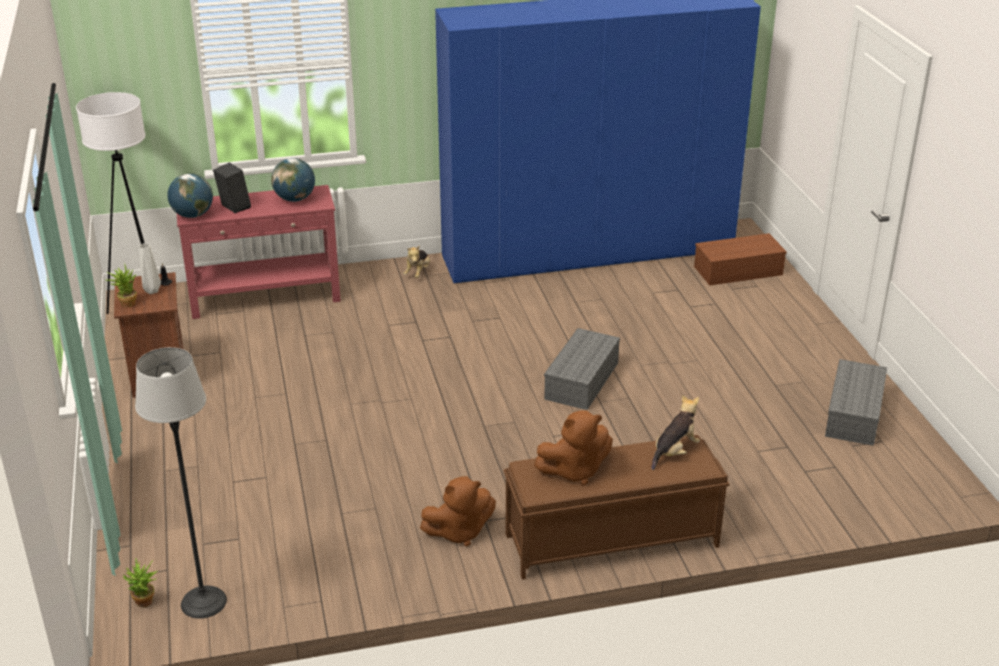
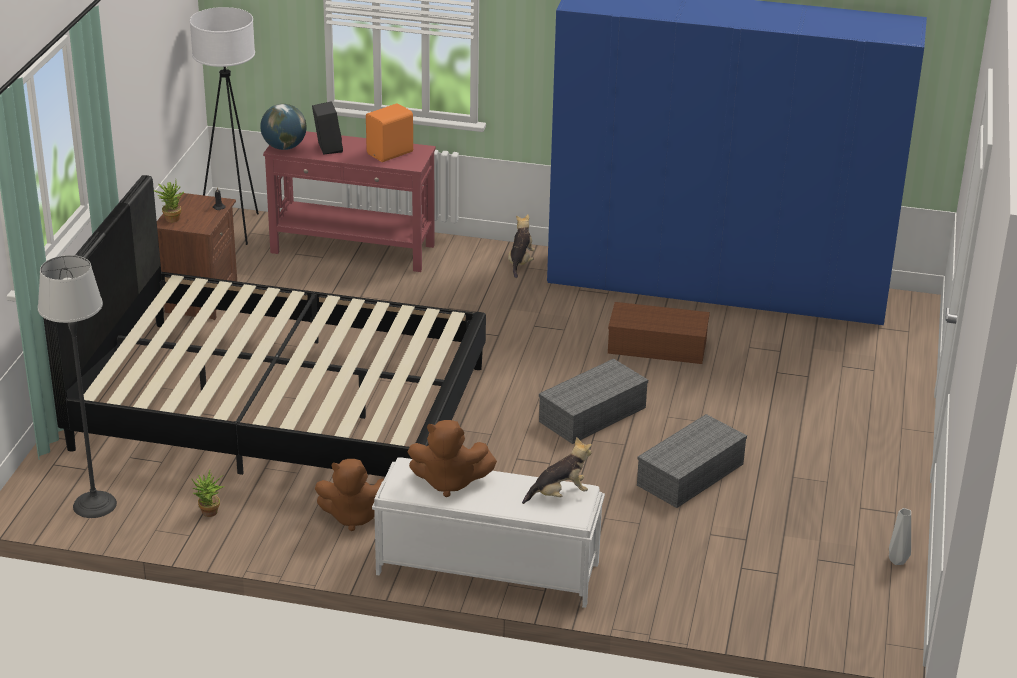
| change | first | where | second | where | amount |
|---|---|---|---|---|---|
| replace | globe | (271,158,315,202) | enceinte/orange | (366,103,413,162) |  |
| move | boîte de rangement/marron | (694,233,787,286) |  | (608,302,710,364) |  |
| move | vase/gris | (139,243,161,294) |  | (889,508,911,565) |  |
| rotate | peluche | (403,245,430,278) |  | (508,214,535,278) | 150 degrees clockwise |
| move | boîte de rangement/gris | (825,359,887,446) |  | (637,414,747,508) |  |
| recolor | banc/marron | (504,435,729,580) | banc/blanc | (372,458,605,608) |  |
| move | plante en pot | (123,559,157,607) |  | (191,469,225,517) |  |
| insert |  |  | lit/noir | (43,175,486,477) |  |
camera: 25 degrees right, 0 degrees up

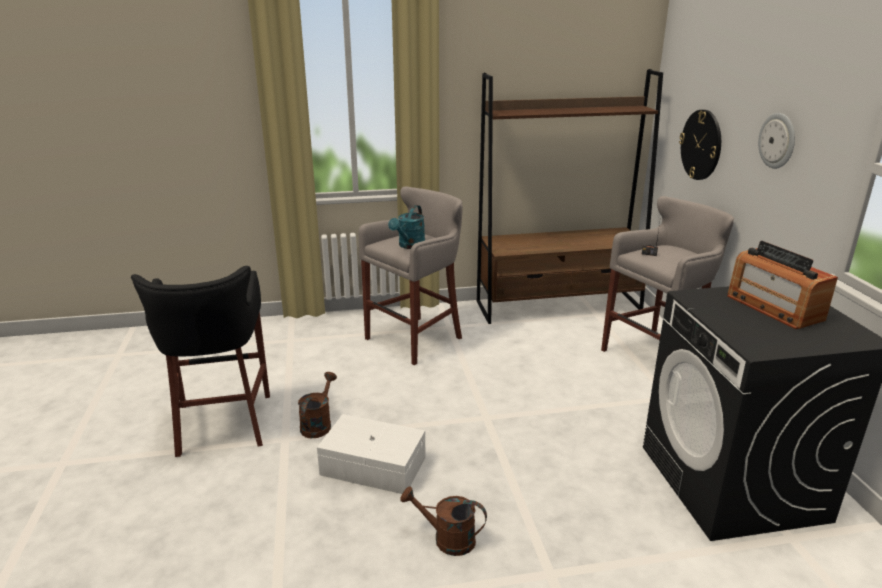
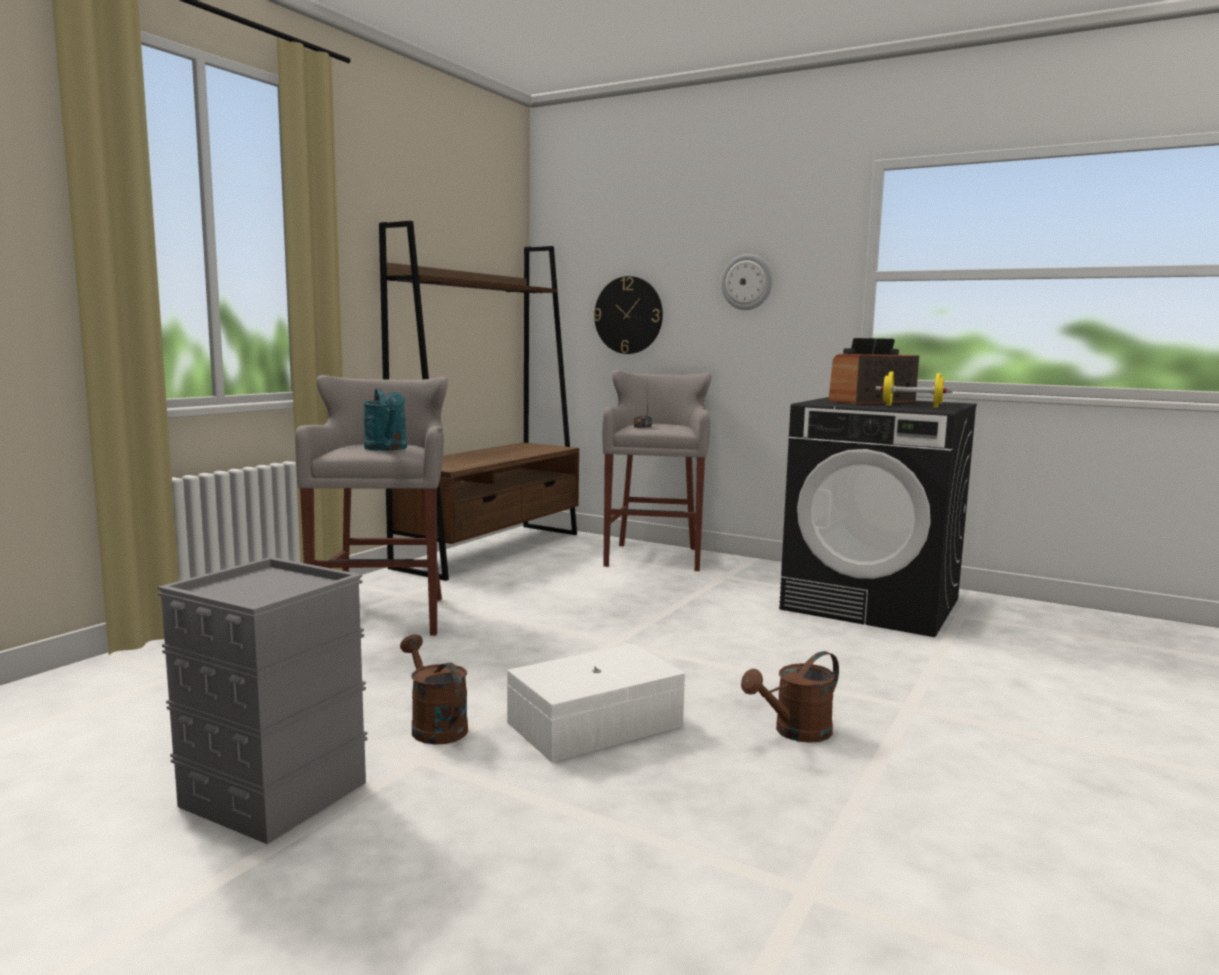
| change | first | where | second | where | amount |
|---|---|---|---|---|---|
| rotate | radio | (727,241,838,329) |  | (828,338,919,404) | 135 degrees clockwise |
| replace | tabouret/noir | (131,266,270,457) | boîte de rangement/gris | (158,557,368,844) |  |
| insert |  |  | haltère/jaune | (876,372,952,408) |  |
camera: 50 degrees left, 15 degrees down

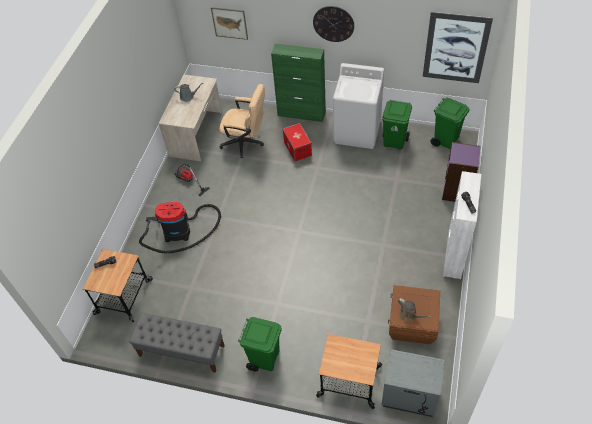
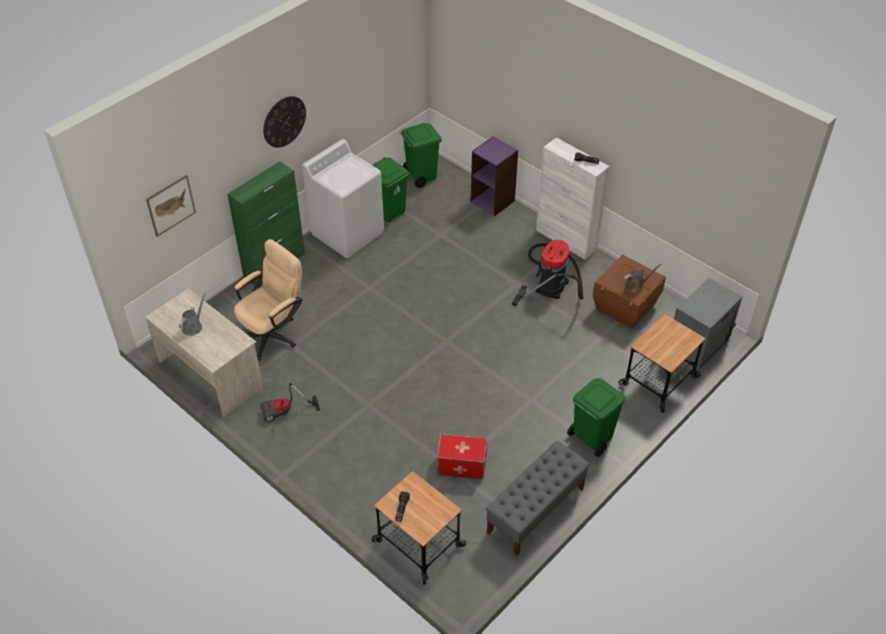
| change | first | where | second | where | amount |
|---|---|---|---|---|---|
| delete | tableau | (423,12,493,83) |  |  |  |
| move | boîte de rangement | (283,123,312,162) |  | (437,433,487,479) |  |
| move | aspirateur | (139,202,221,253) |  | (512,240,584,306) |  |
camera: 65 degrees left, 5 degrees down

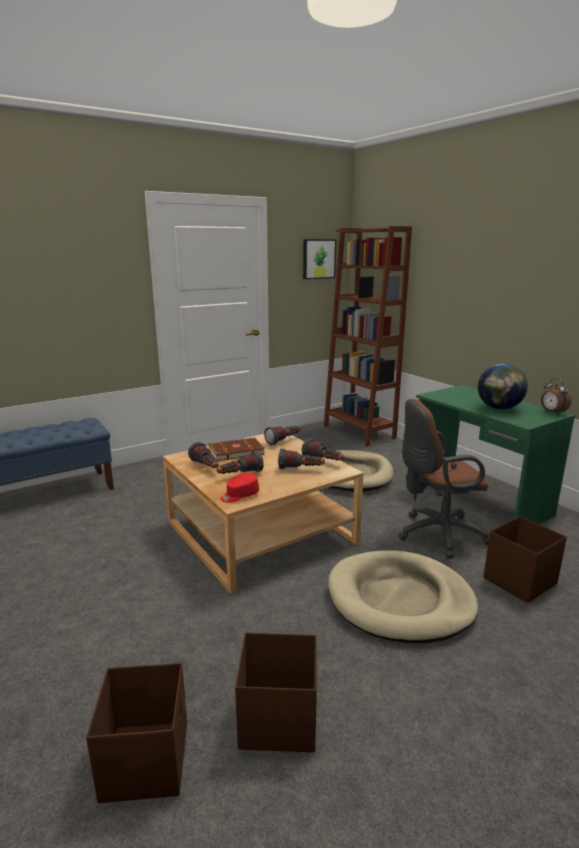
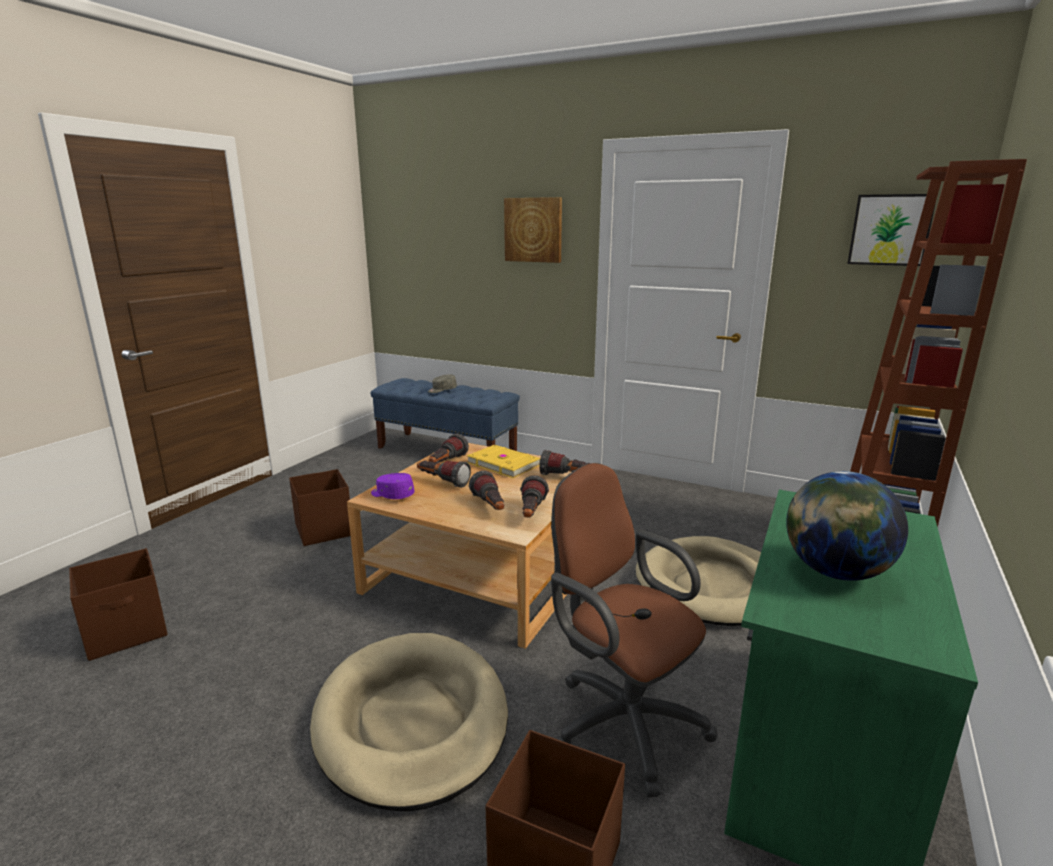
| change | first | where | second | where | amount |
|---|---|---|---|---|---|
| delete | réveil | (541,378,572,415) |  |  |  |
| recolor | livre/marron | (209,438,265,461) | livre/jaune | (467,445,540,478) |  |
| recolor | casquette/rouge | (220,473,259,503) | casquette/violet | (371,473,414,499) |  |
| move | boîte de rangement/marron | (235,633,317,752) |  | (289,469,350,546) |  |
| insert |  |  | tableau | (504,197,562,263) |  |
| insert |  |  | casquette/gris | (428,374,457,393) |  |
camera: 60 degrees right, 0 degrees up

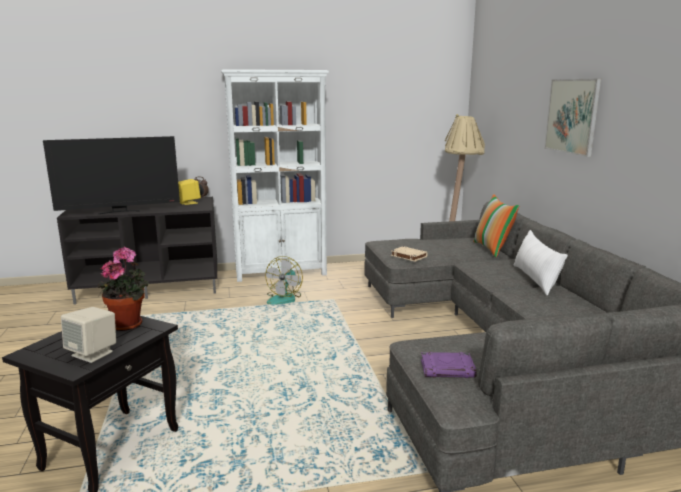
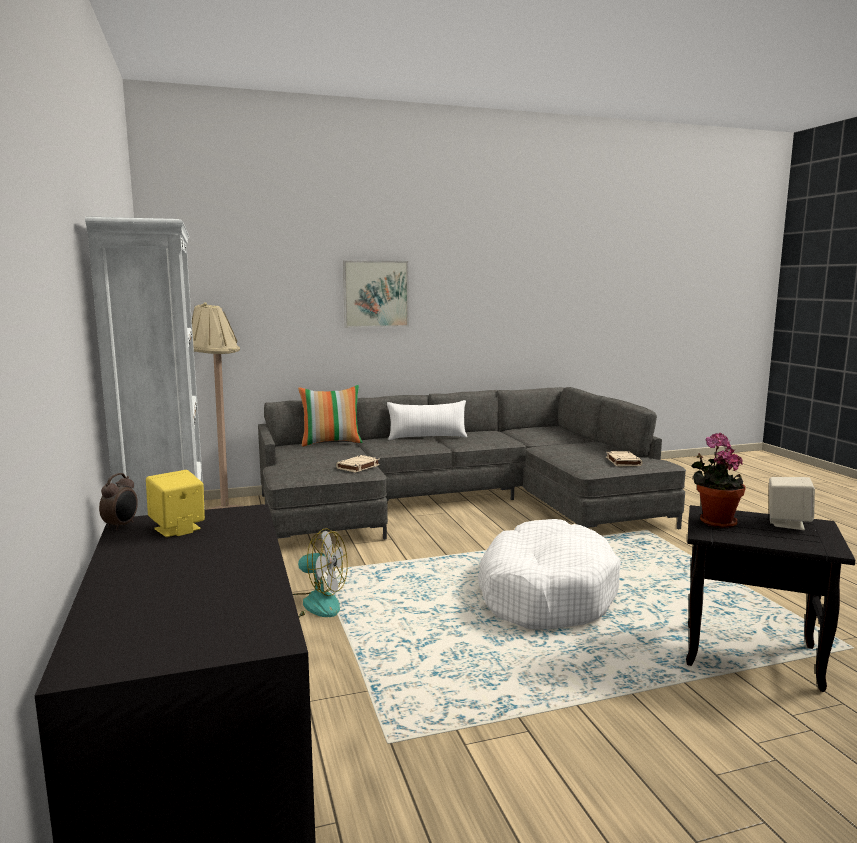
| change | first | where | second | where | amount |
|---|---|---|---|---|---|
| delete | téléviseur | (43,136,180,215) |  |  |  |
| recolor | livre/violet | (421,352,477,378) | livre/beige | (606,451,643,466) |  |
| insert |  |  | panier pour chien/blanc | (478,519,621,629) |  |
camera: 95 degrees left, 5 degrees down

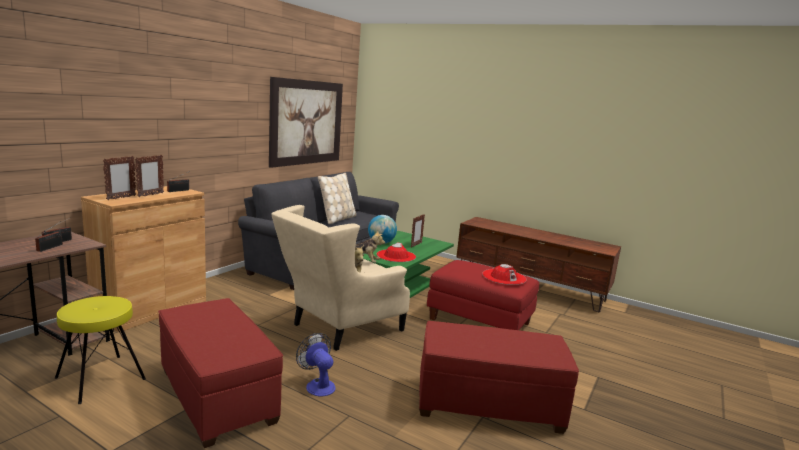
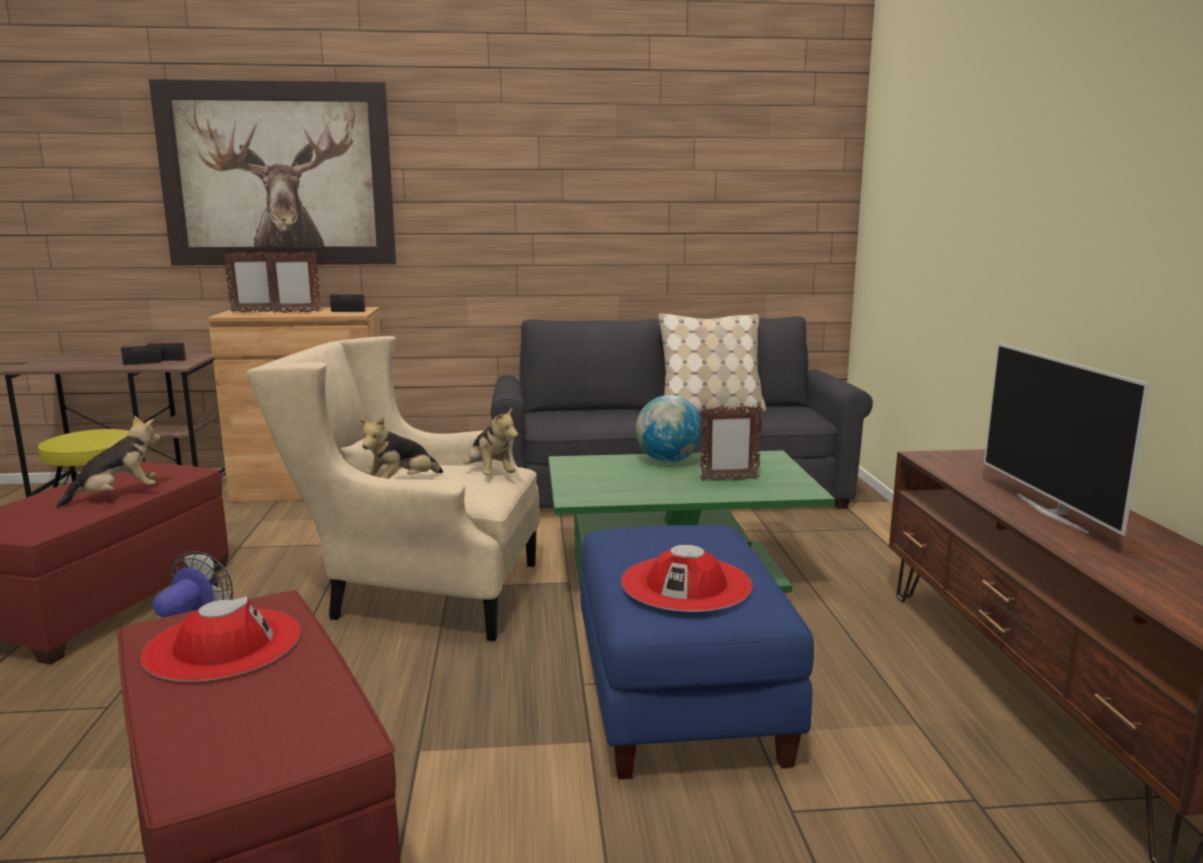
| change | first | where | second | where | amount |
|---|---|---|---|---|---|
| move | tableau | (269,77,343,168) |  | (149,79,396,266) |  |
| move | chapeau/rouge | (377,242,416,262) |  | (141,596,301,682) |  |
| recolor | pouf/rouge | (427,260,539,330) | pouf/bleu | (581,525,814,780) |  |
| insert |  |  | téléviseur | (984,343,1150,536) |  |
| insert |  |  | peluche | (56,416,160,508) |  |
camera: 55 degrees right, 0 degrees up

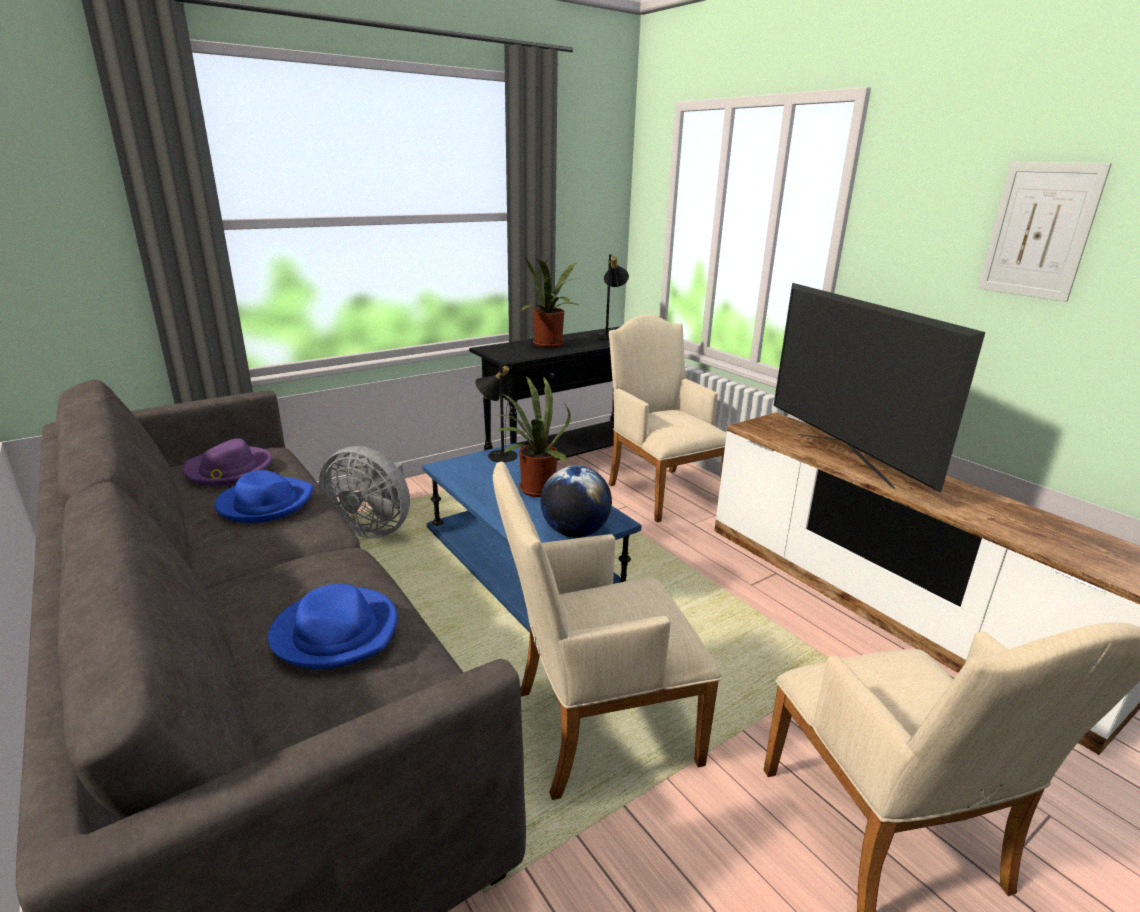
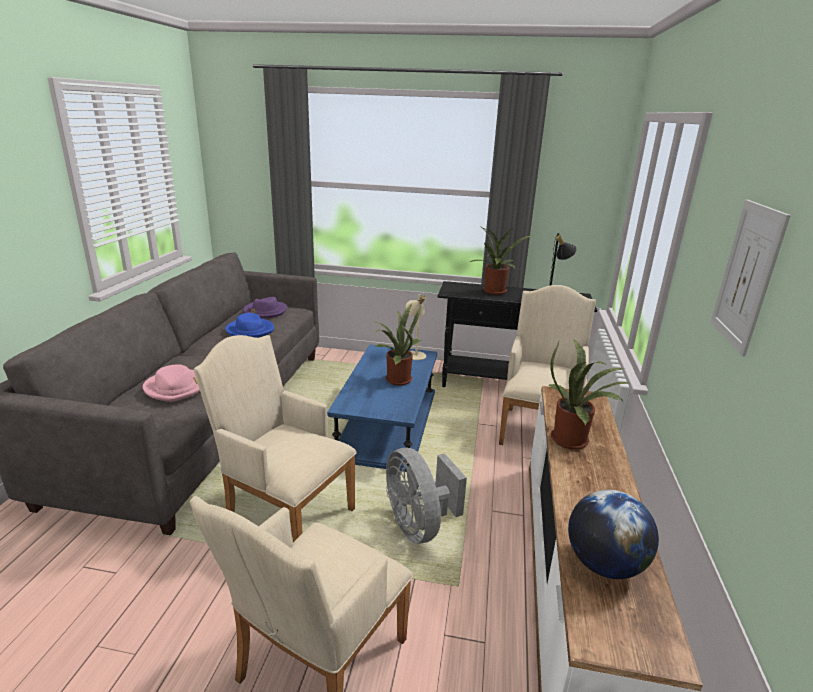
| change | first | where | second | where | amount |
|---|---|---|---|---|---|
| replace | téléviseur | (774,283,985,493) | plante en pot | (549,339,631,450) |  |
| recolor | lampe de table/noir | (475,365,518,462) | lampe de table/beige | (406,294,426,360) |  |
| move | ventilateur/gris | (319,446,410,538) |  | (386,448,467,544) |  |
| move | globe | (540,466,612,537) |  | (568,490,659,579) |  |
| recolor | chapeau/bleu | (268,584,398,669) | chapeau/rose | (143,364,200,402) |  |
camera: 45 degrees right, 0 degrees up

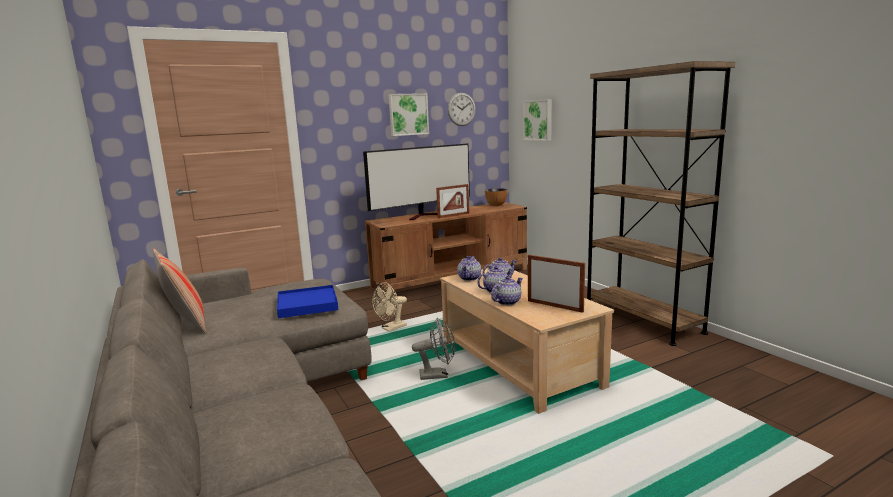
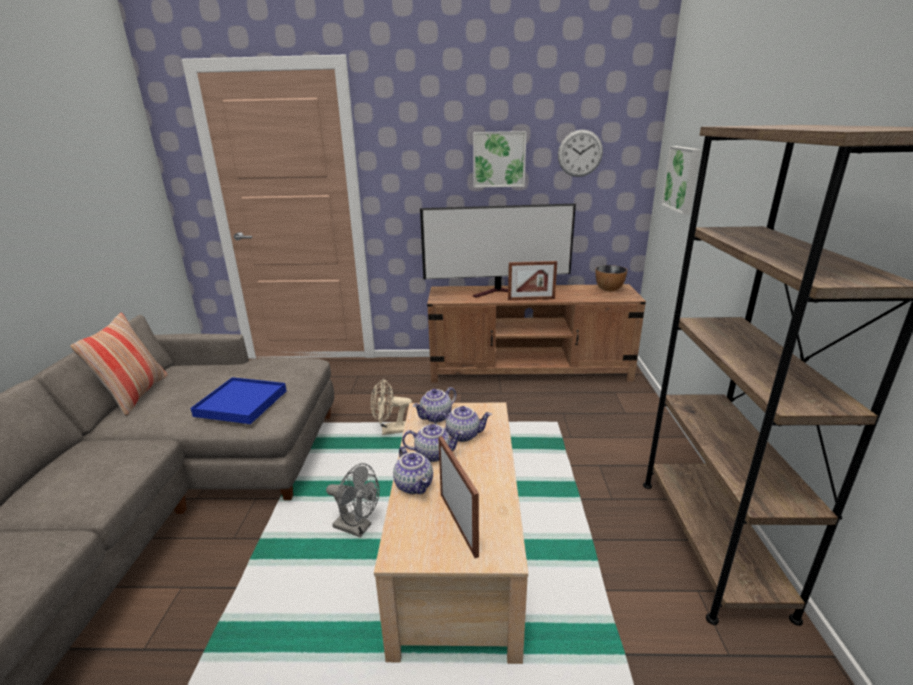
| change | first | where | second | where | amount |
|---|---|---|---|---|---|
| rotate | théière | (491,276,523,305) |  | (393,446,433,494) | 75 degrees clockwise |
camera: 30 degrees right, 10 degrees up

